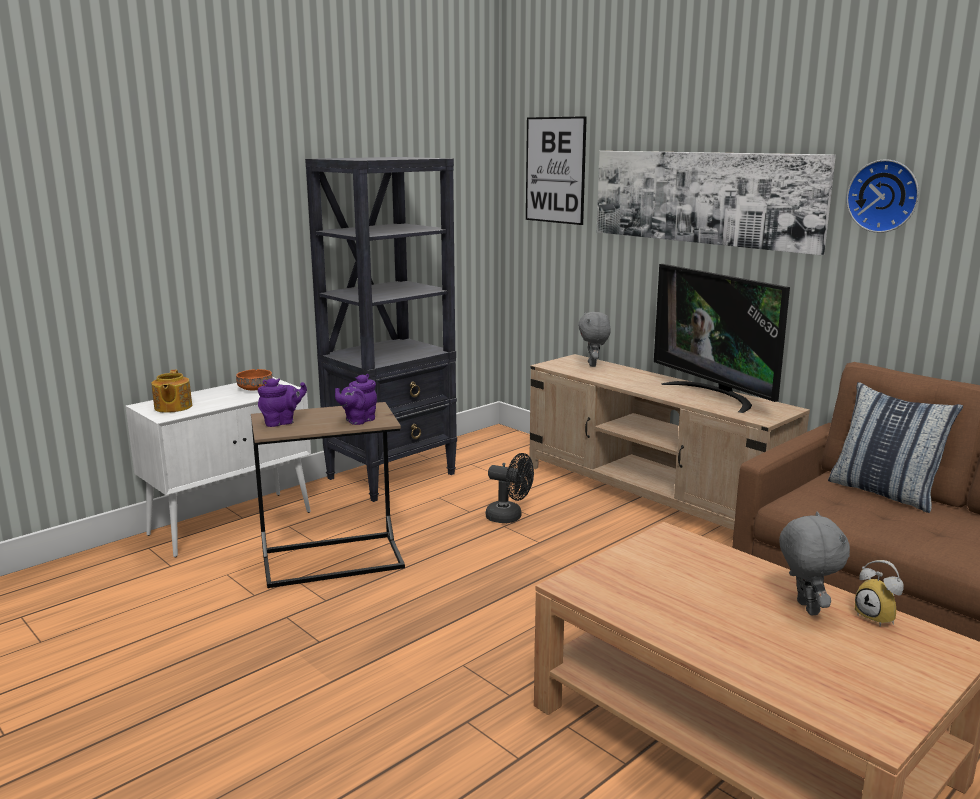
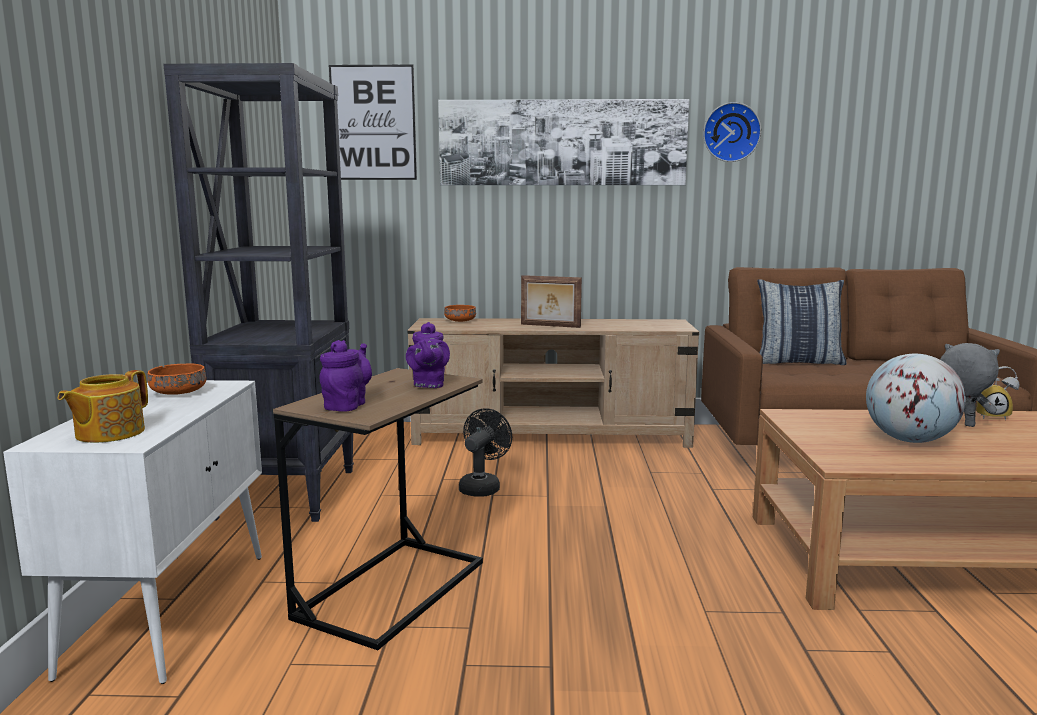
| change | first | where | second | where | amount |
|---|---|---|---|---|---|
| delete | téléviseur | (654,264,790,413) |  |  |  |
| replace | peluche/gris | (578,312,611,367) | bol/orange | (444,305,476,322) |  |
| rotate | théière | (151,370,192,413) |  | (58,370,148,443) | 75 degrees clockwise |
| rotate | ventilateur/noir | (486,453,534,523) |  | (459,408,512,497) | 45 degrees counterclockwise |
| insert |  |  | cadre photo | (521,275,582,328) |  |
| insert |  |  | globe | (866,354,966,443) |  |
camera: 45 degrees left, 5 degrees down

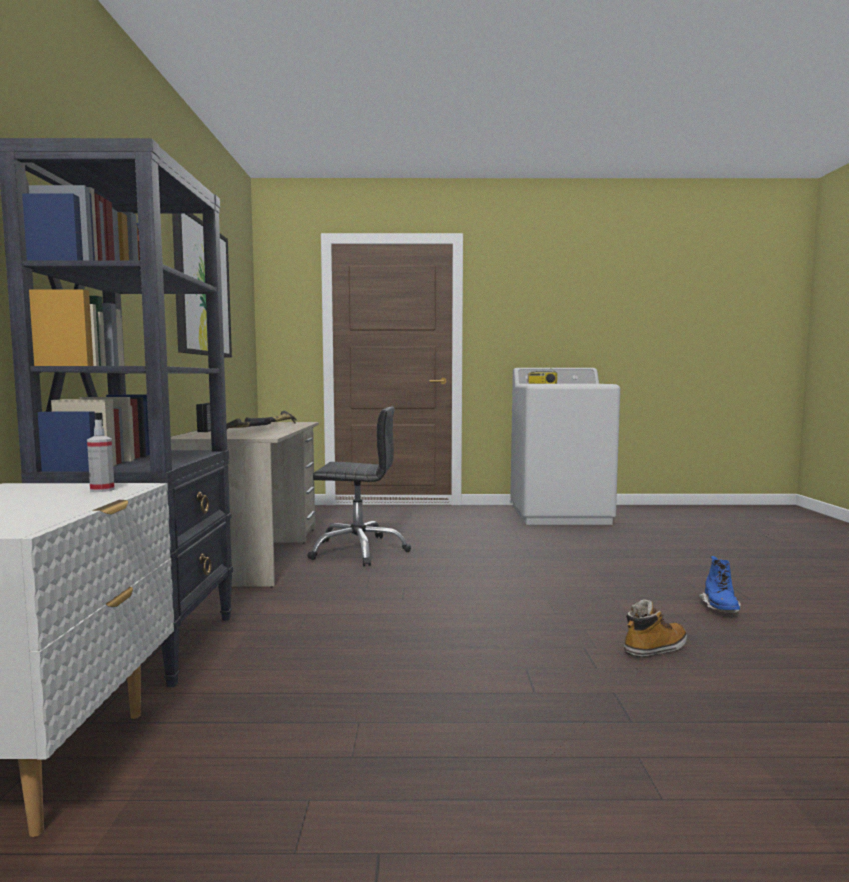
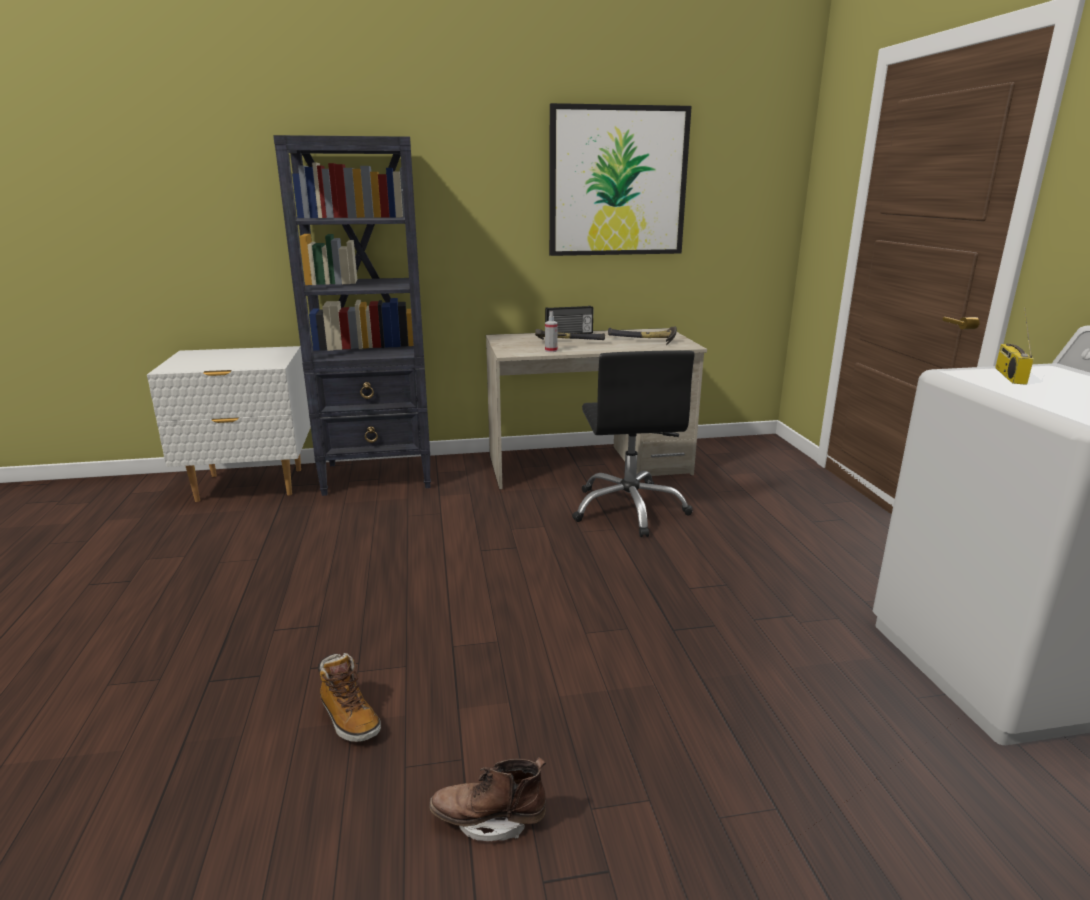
| change | first | where | second | where | amount |
|---|---|---|---|---|---|
| move | vaporisateur | (87,420,115,492) |  | (545,311,558,352) |  |
| recolor | botte/bleu | (699,556,741,614) | botte/marron | (429,757,546,841) |  |
camera: 80 degrees right, 15 degrees up

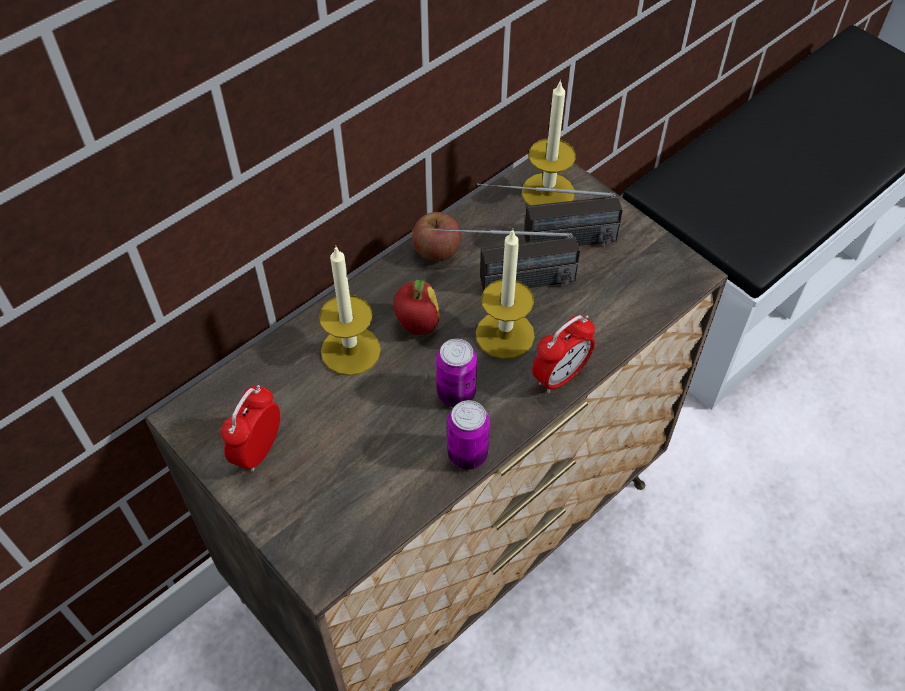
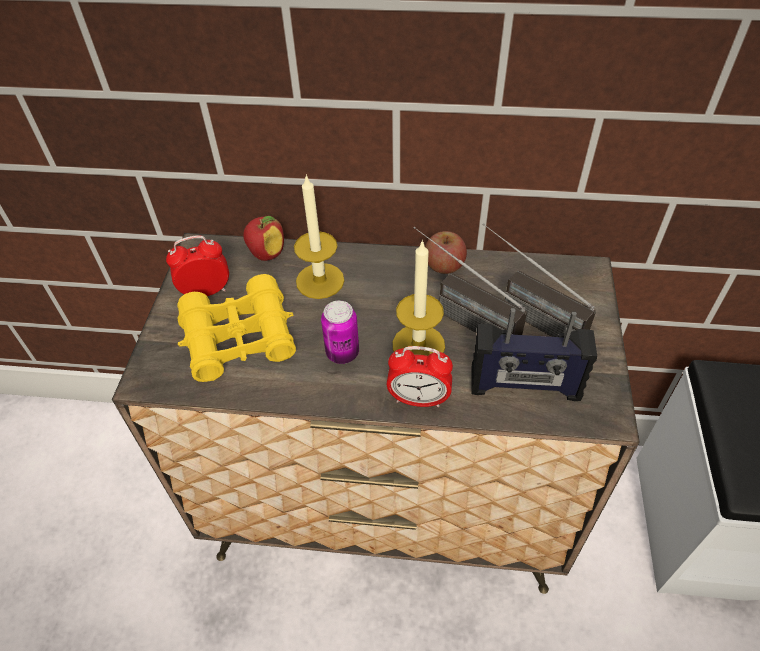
| change | first | where | second | where | amount |
|---|---|---|---|---|---|
| delete | bougie | (522,80,576,205) |  |  |  |
| move | pomme | (393,280,440,335) |  | (243,216,284,261) |  |
| delete | boîte métallique | (447,400,490,470) |  |  |  |
| insert |  |  | jumelles/jaune | (177,274,296,382) |  |
| insert |  |  | radio | (471,308,597,401) |  |
camera: 50 degrees right, 5 degrees down

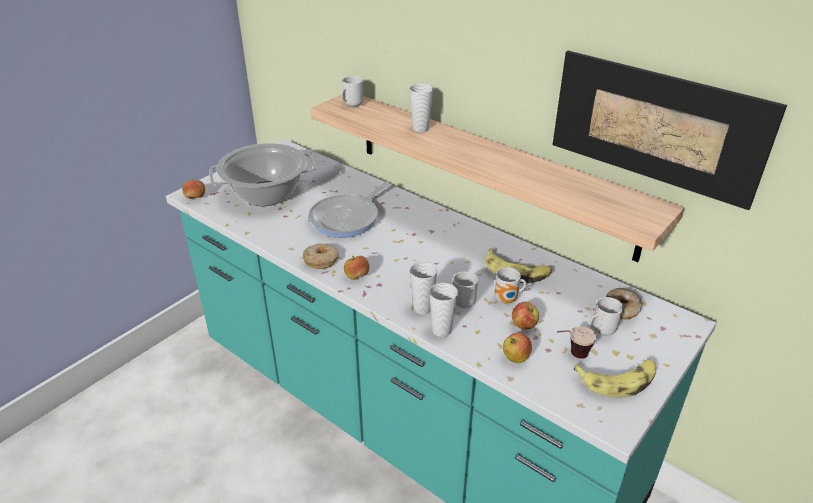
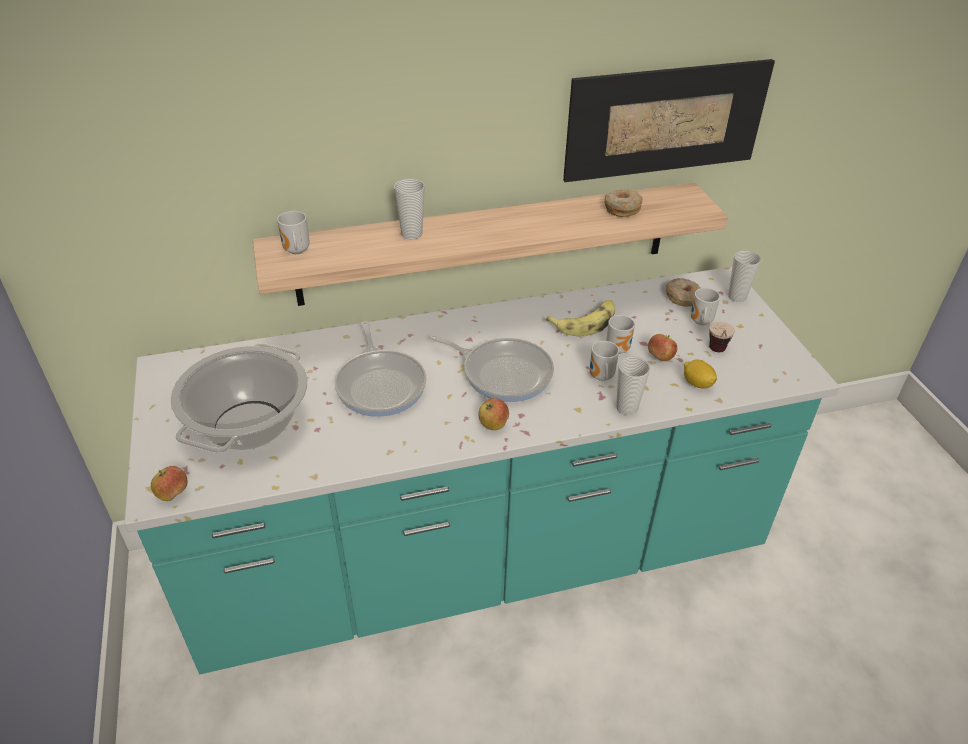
| change | first | where | second | where | amount |
|---|---|---|---|---|---|
| move | beignet | (303,244,339,269) |  | (604,189,643,217) |  |
| move | tasse | (410,262,438,314) |  | (728,250,762,302) |  |
| replace | pomme | (503,333,532,363) | citron | (684,359,717,388) |  |
| delete | banane | (573,360,656,398) |  |  |  |
| insert |  |  | poêle | (430,335,554,402) |  |
camera: 55 degrees left, 5 degrees up

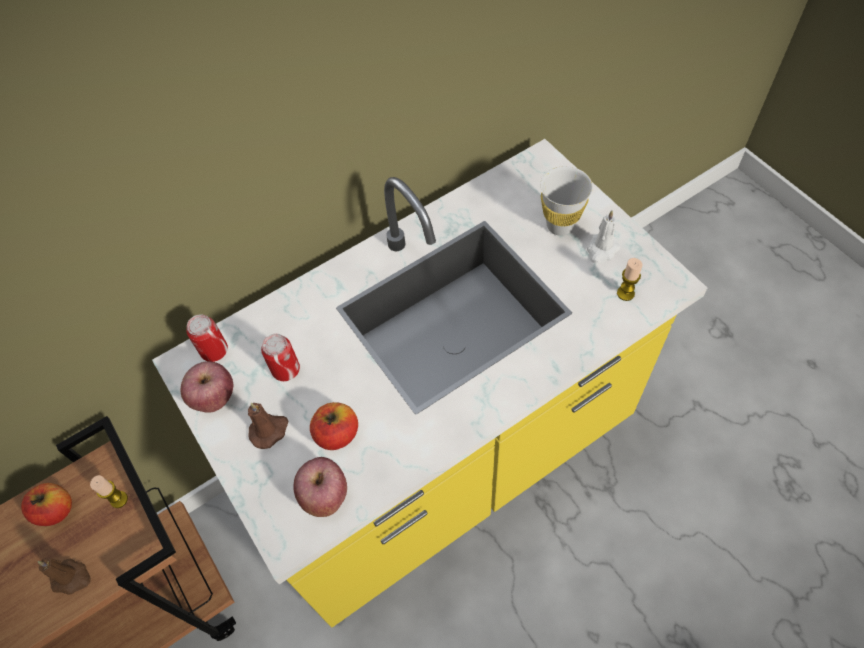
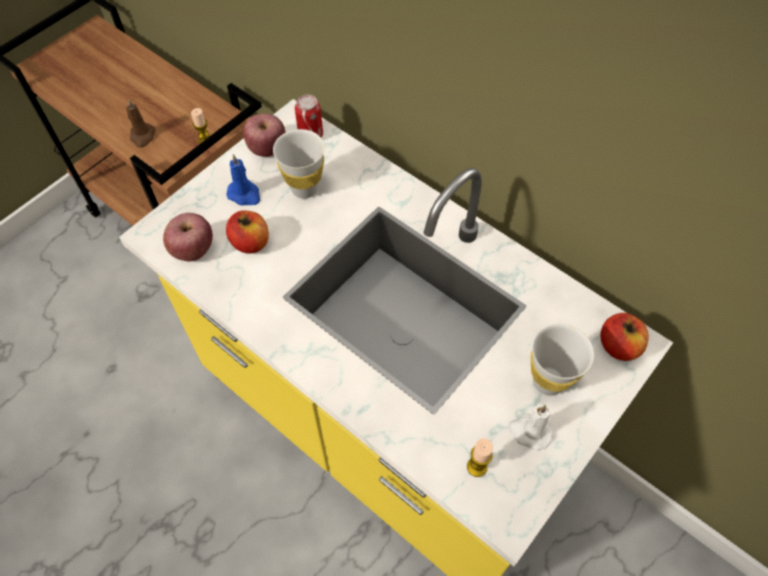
| change | first | where | second | where | amount |
|---|---|---|---|---|---|
| replace | boîte métallique | (261,334,300,381) | tasse/blanc | (273,129,325,199) |  |
| recolor | bougie/marron | (248,403,289,449) | bougie/bleu | (226,154,260,205) |  |
| move | pomme | (21,483,72,526) |  | (600,313,649,361) |  |
camera: 70 degrees right, 0 degrees up

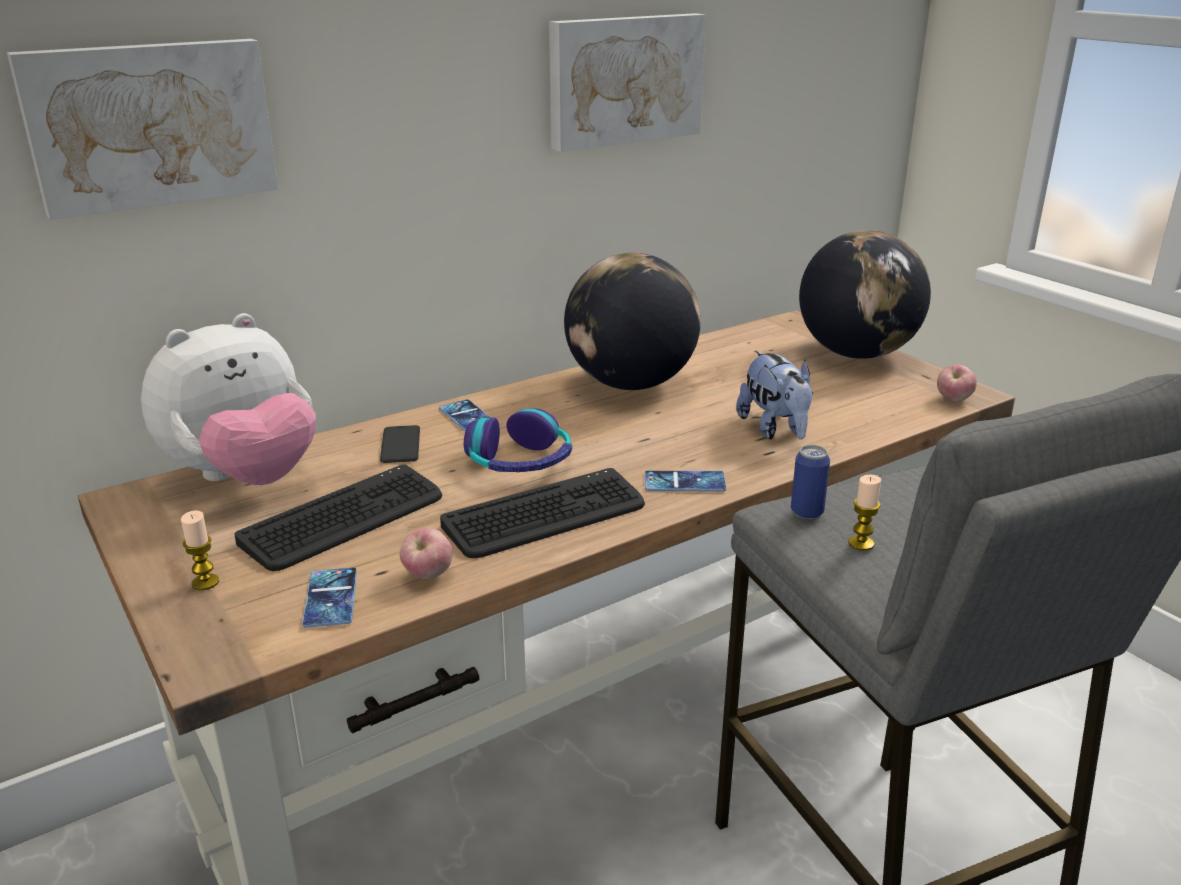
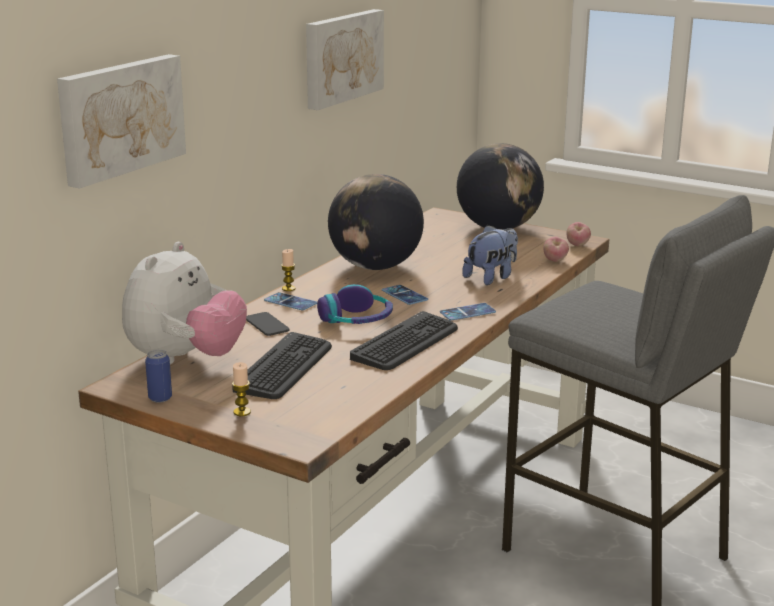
| change | first | where | second | where | amount |
|---|---|---|---|---|---|
| rotate | peluche | (736,351,813,440) |  | (462,225,518,285) | 90 degrees counterclockwise |
| move | boîte métallique | (791,445,830,519) |  | (145,350,172,402) |  |
| move | bougie | (848,474,881,551) |  | (281,249,296,291) |  |
| move | pomme | (400,528,453,579) |  | (543,237,569,262) |  |
| move | téléphone | (302,568,357,628) |  | (382,285,428,305) |  |
camera: 25 degrees left, 5 degrees down

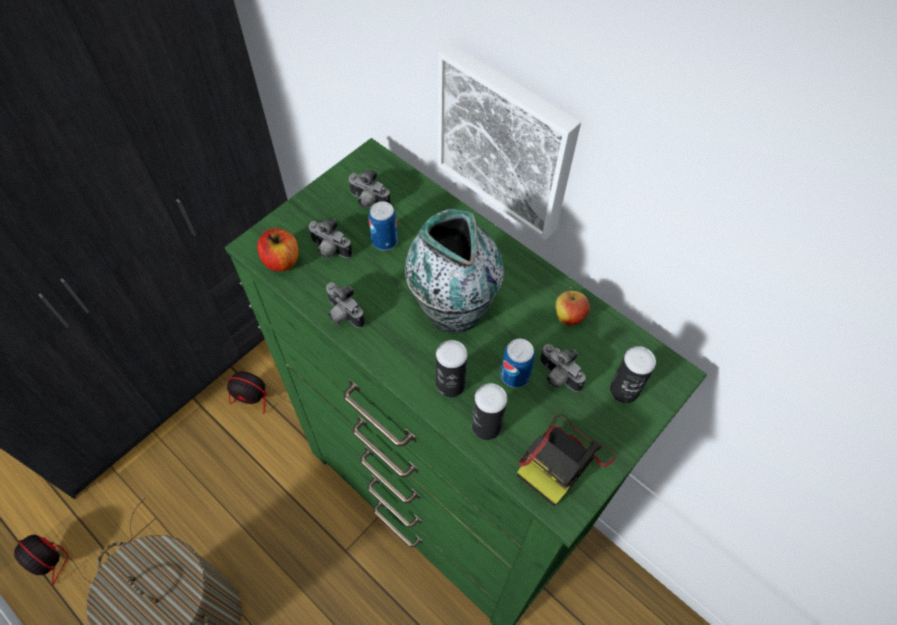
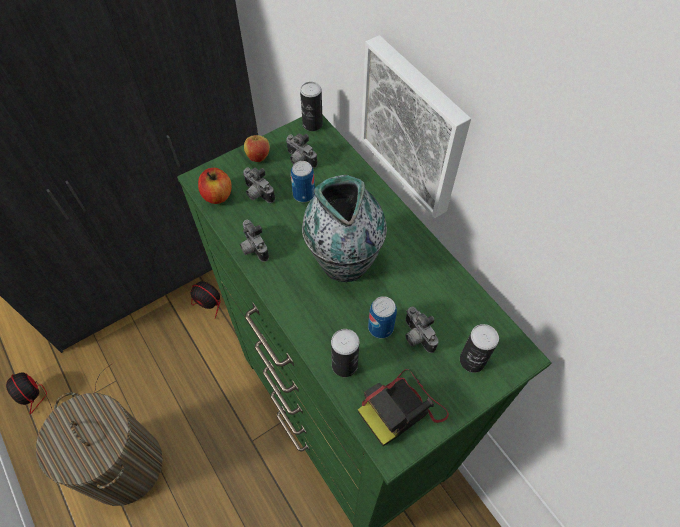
| change | first | where | second | where | amount |
|---|---|---|---|---|---|
| move | pomme | (555,287,590,325) |  | (244,131,270,162) |  |
| move | boîte métallique | (436,340,468,397) |  | (300,82,323,131) |  |
camera: 15 degrees right, 0 degrees up

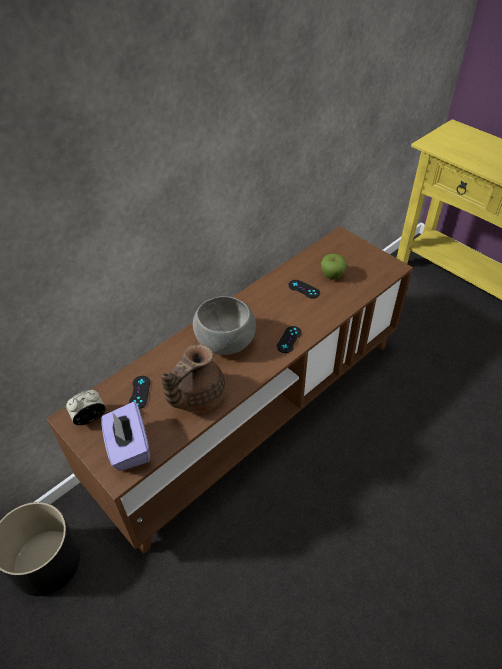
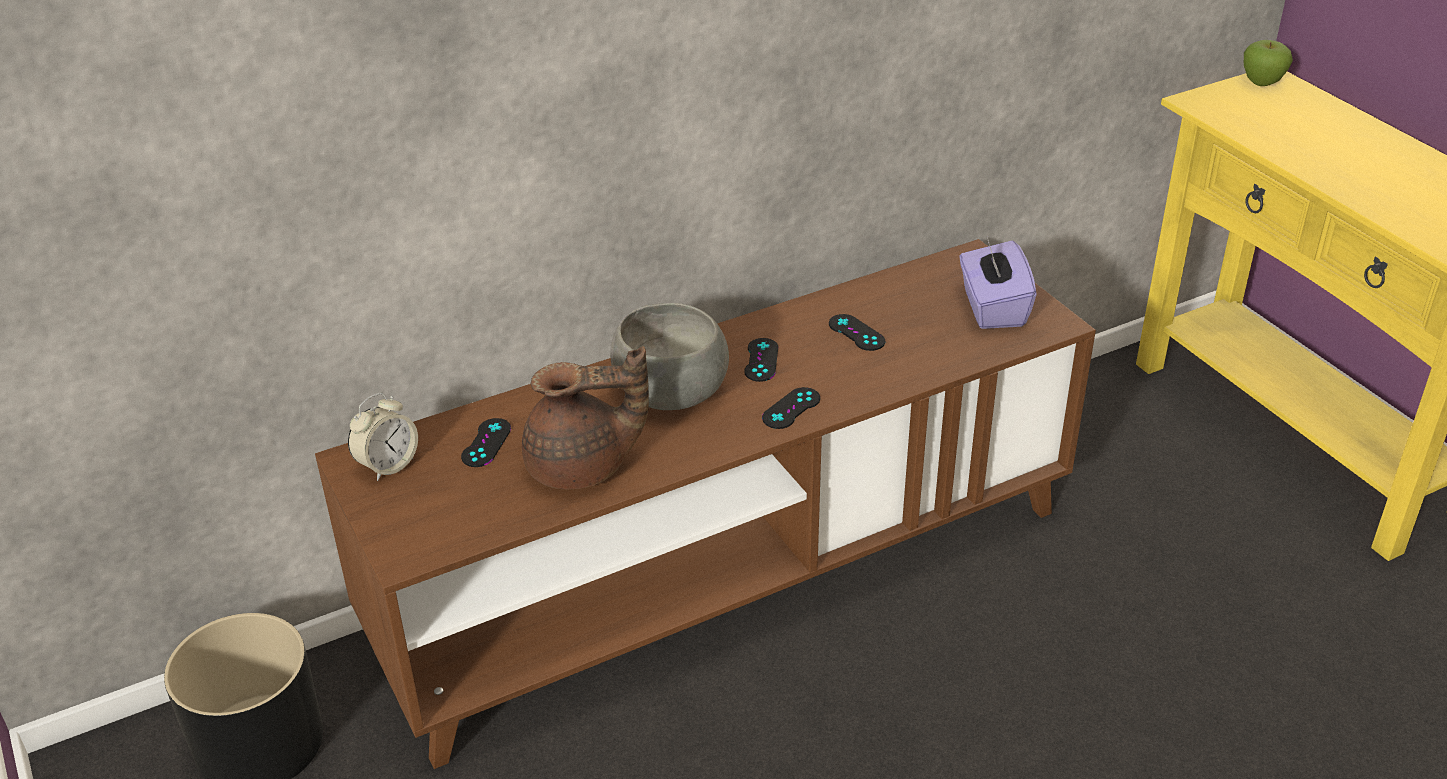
| change | first | where | second | where | amount |
|---|---|---|---|---|---|
| move | pomme | (321,254,347,280) |  | (1244,40,1293,86) |  |
| rotate | théière/marron | (161,344,225,413) |  | (522,346,649,489) | 150 degrees counterclockwise |
| rotate | réveil | (66,390,106,425) |  | (348,393,418,481) | 150 degrees clockwise |
| move | boîte à mouchoirs/violet | (101,402,150,471) |  | (959,237,1037,329) |  |
| insert |  |  | manette/noir | (744,338,778,382) |  |
camera: 15 degrees right, 10 degrees down

